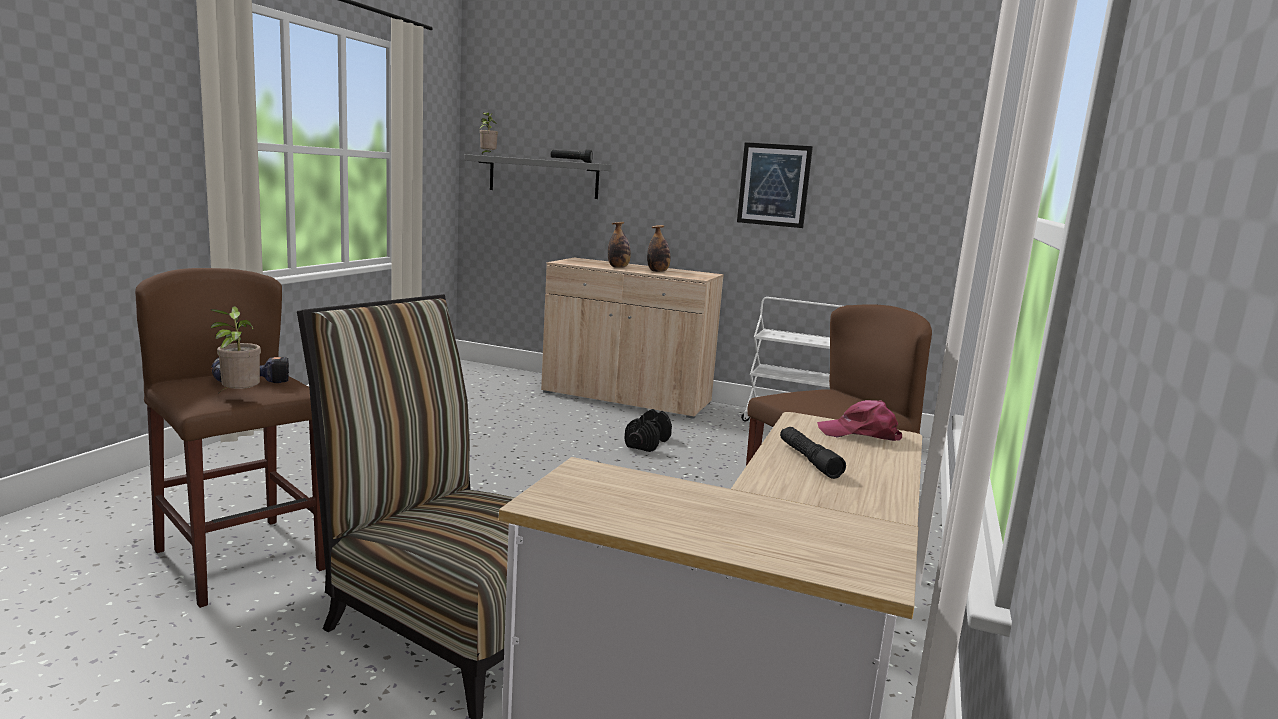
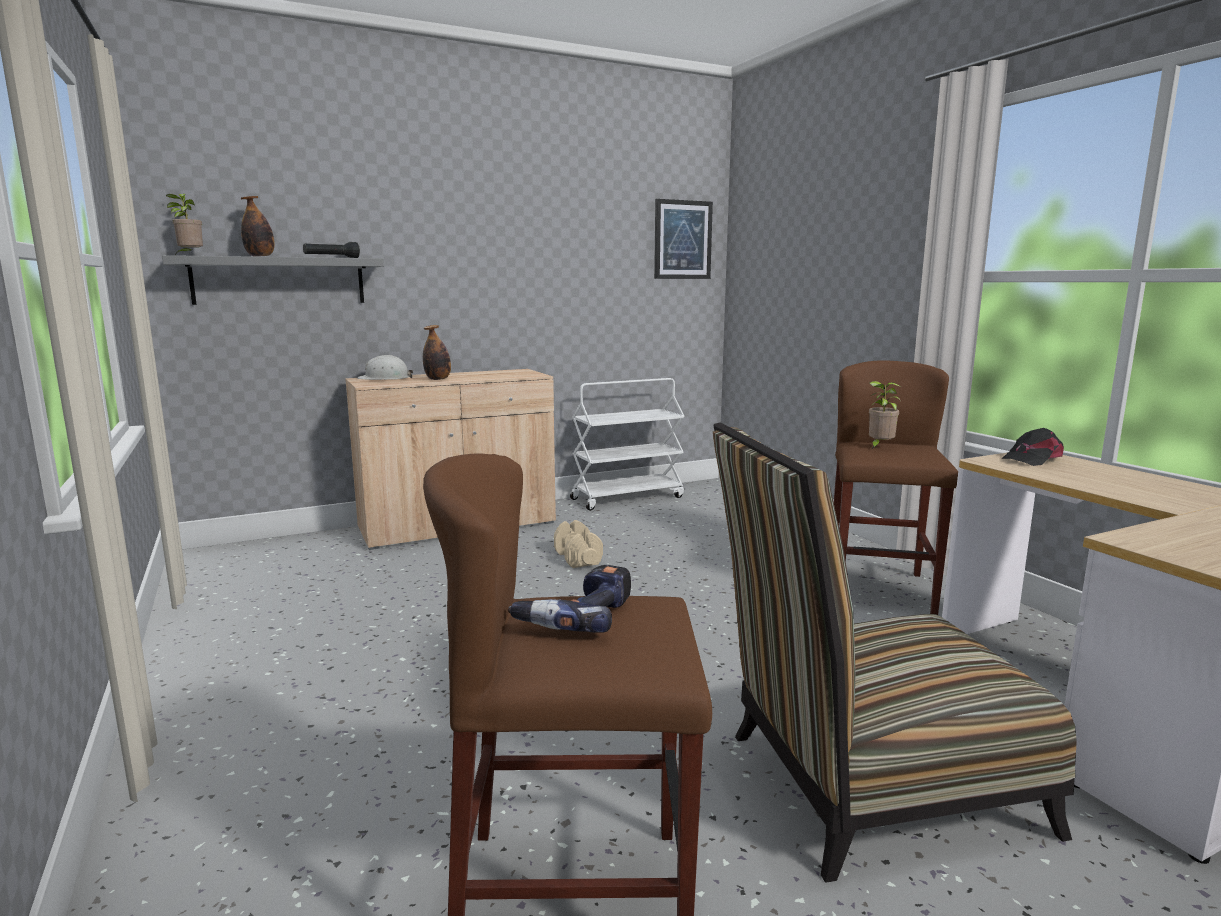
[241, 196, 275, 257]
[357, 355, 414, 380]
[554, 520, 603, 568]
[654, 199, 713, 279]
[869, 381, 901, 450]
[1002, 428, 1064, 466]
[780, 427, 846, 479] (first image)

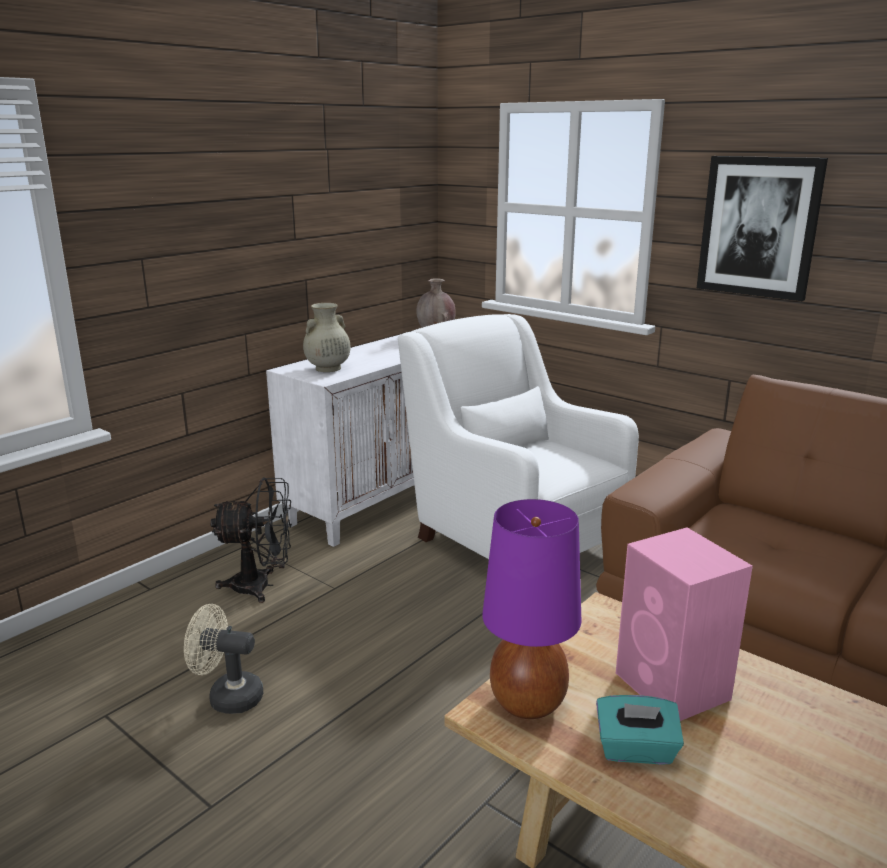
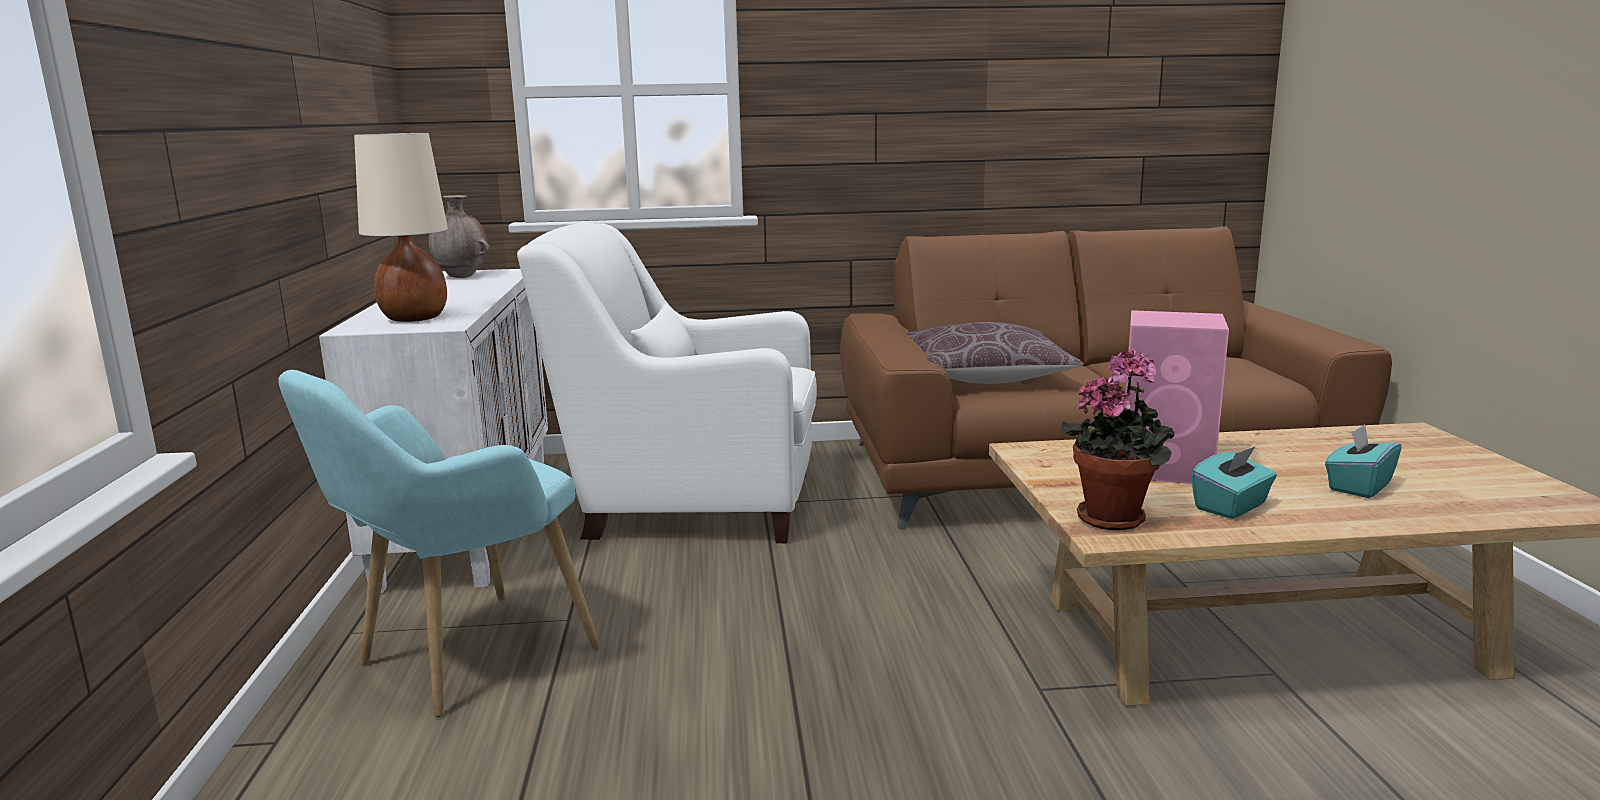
[279, 370, 600, 717]
[354, 133, 448, 322]
[906, 322, 1084, 384]
[1060, 348, 1174, 530]
[1325, 424, 1402, 498]
[184, 604, 263, 714] (first image)
[697, 156, 828, 301] (first image)

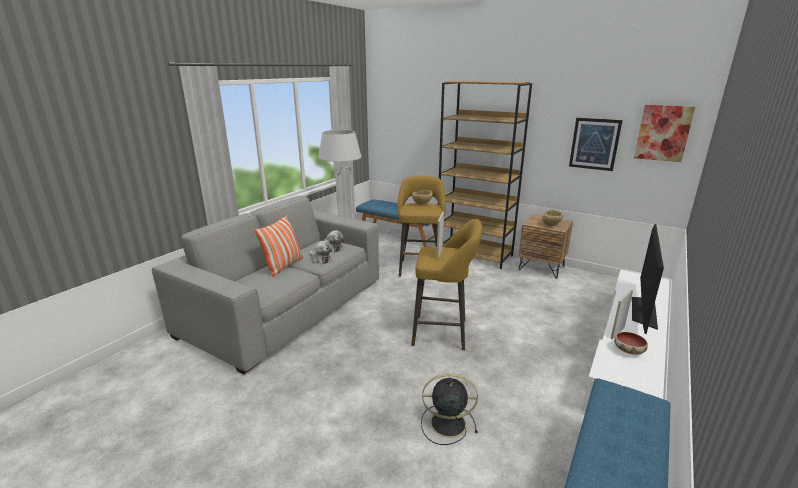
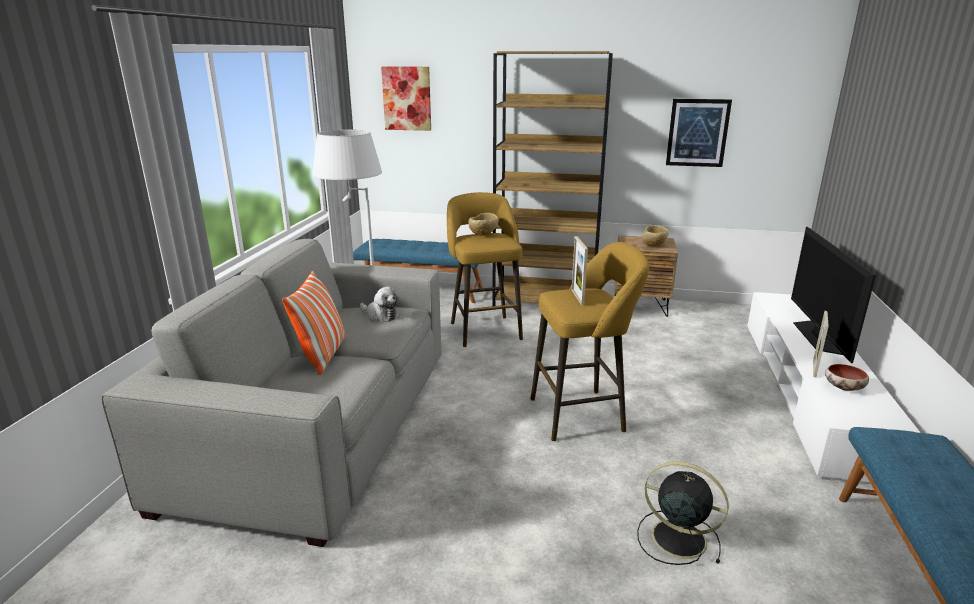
[381, 66, 431, 131]
[637, 462, 729, 565]
[310, 241, 332, 264] (first image)

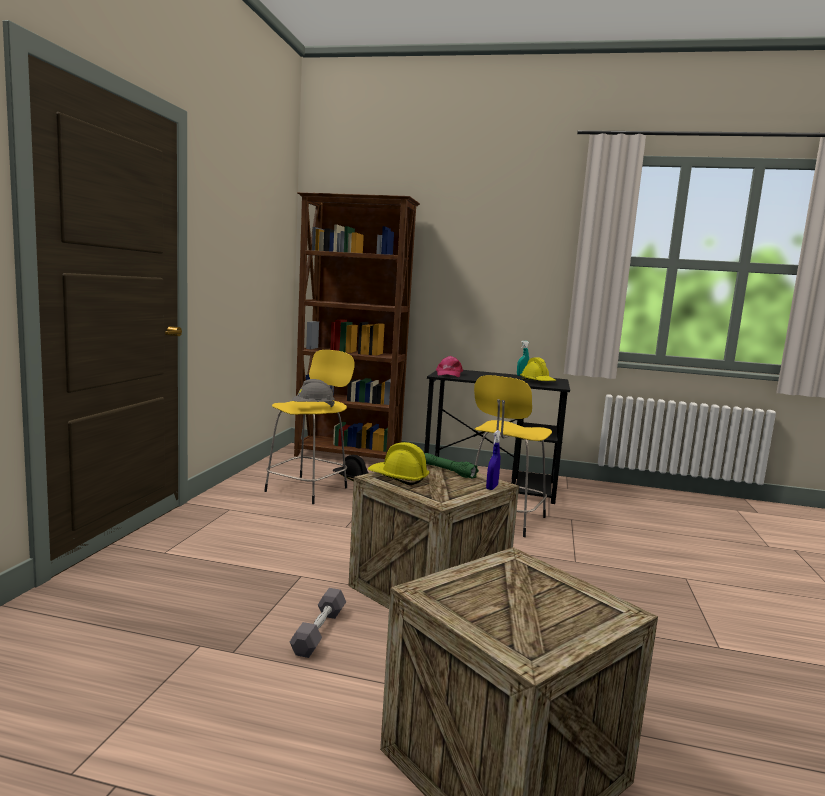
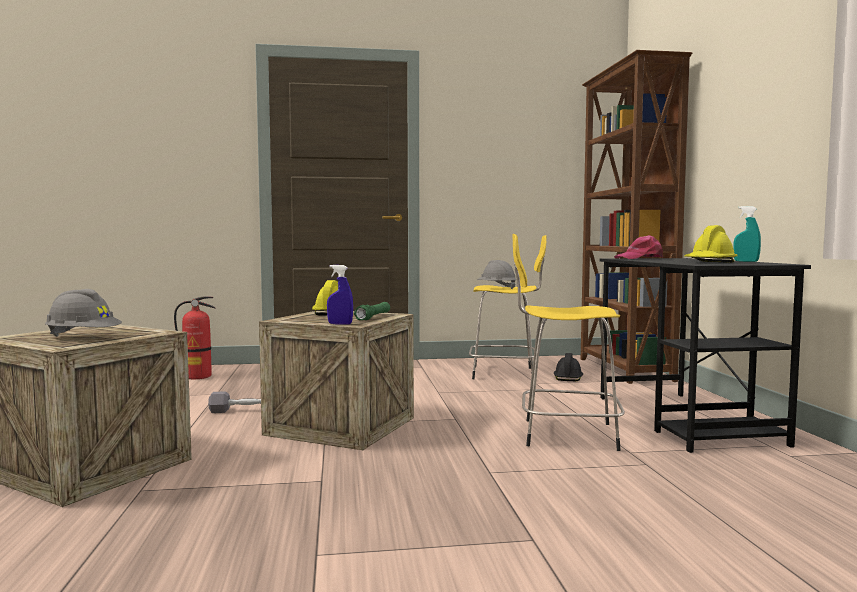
[45, 289, 122, 337]
[174, 296, 216, 379]

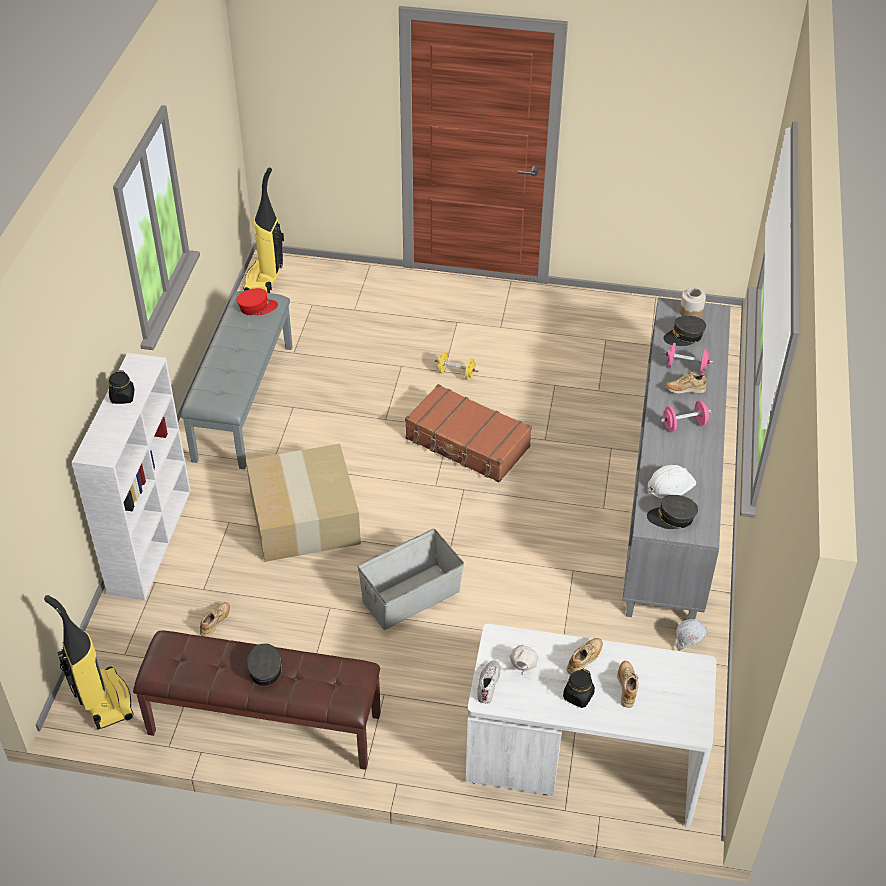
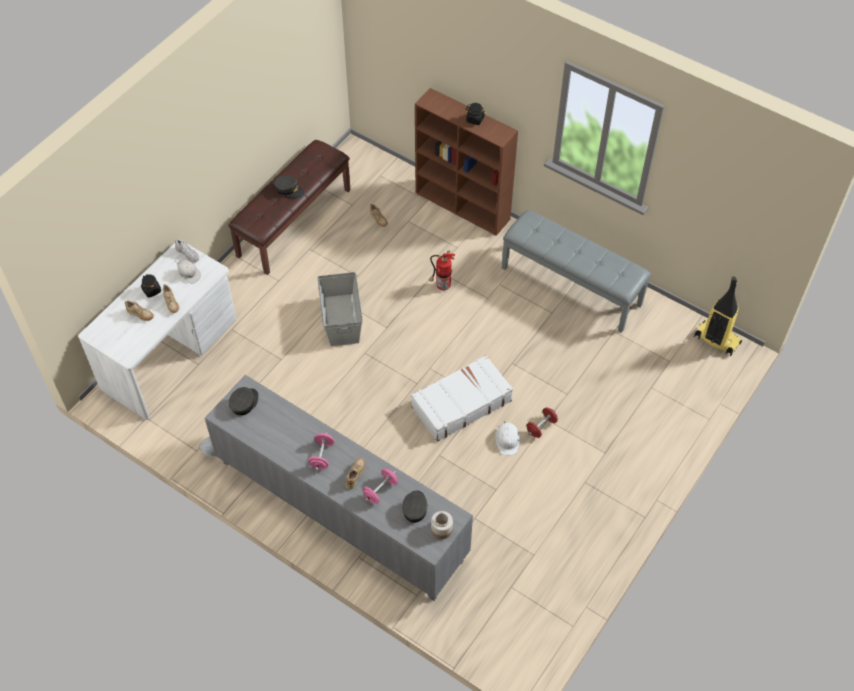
[411, 355, 513, 442]
[415, 88, 518, 236]
[429, 250, 455, 290]
[495, 421, 520, 455]
[527, 407, 558, 438]
[44, 595, 134, 730] (first image)
[237, 288, 278, 315] (first image)

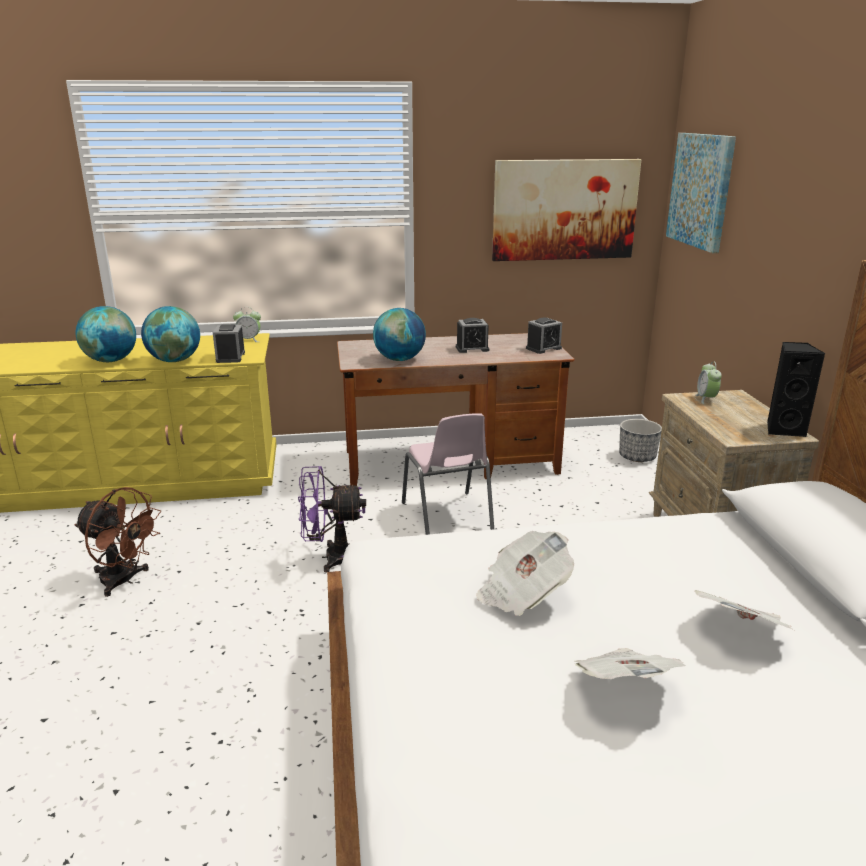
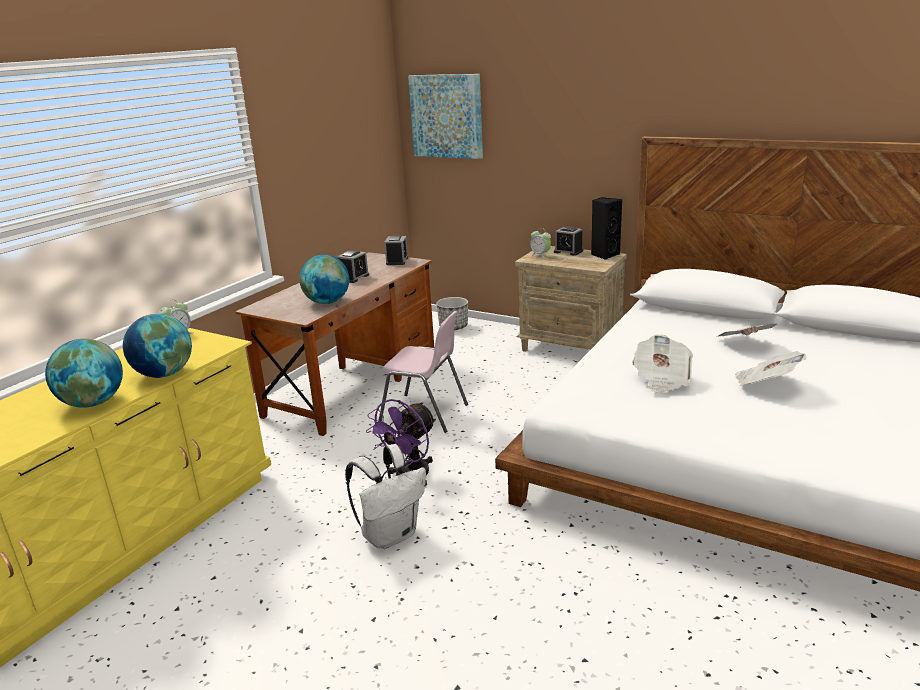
[345, 444, 426, 549]
[554, 226, 583, 256]
[74, 487, 161, 597] (first image)
[492, 159, 642, 261] (first image)

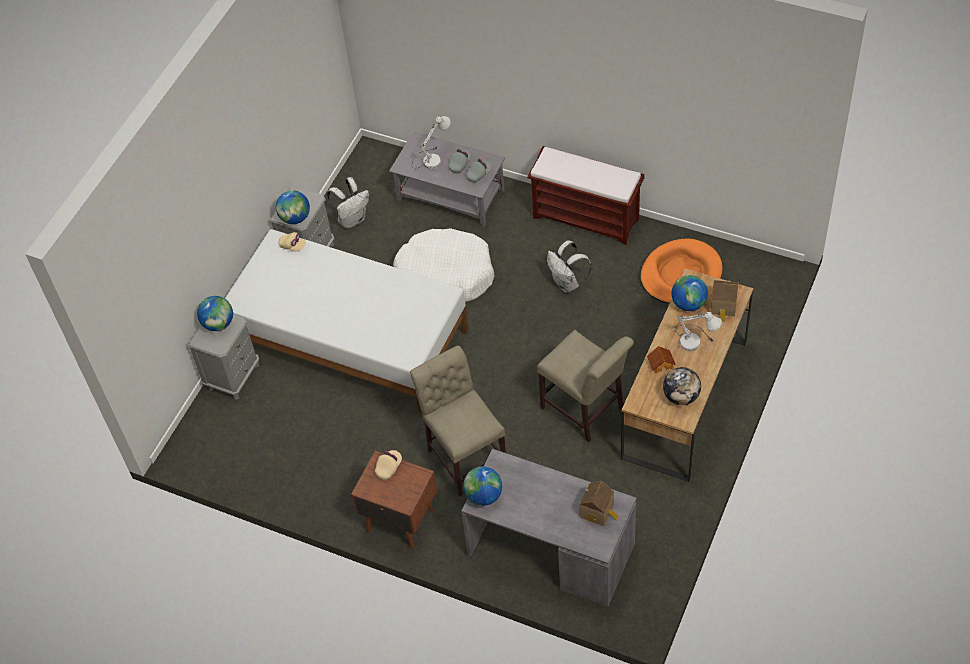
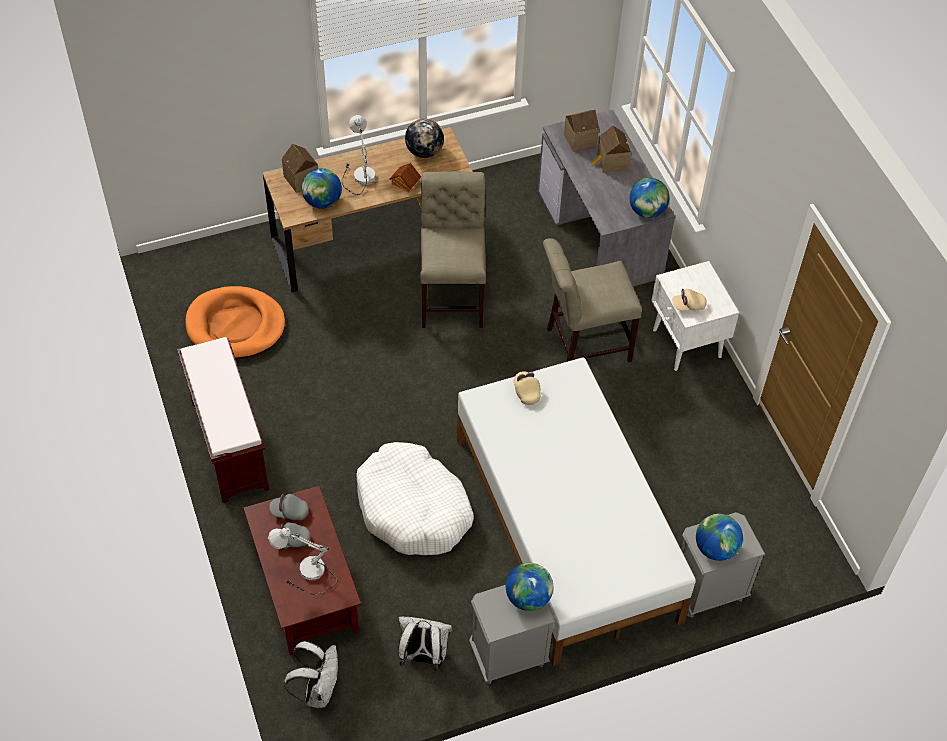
[243, 486, 361, 655]
[284, 641, 338, 708]
[514, 371, 541, 405]
[543, 238, 642, 362]
[591, 125, 631, 173]
[651, 261, 739, 371]

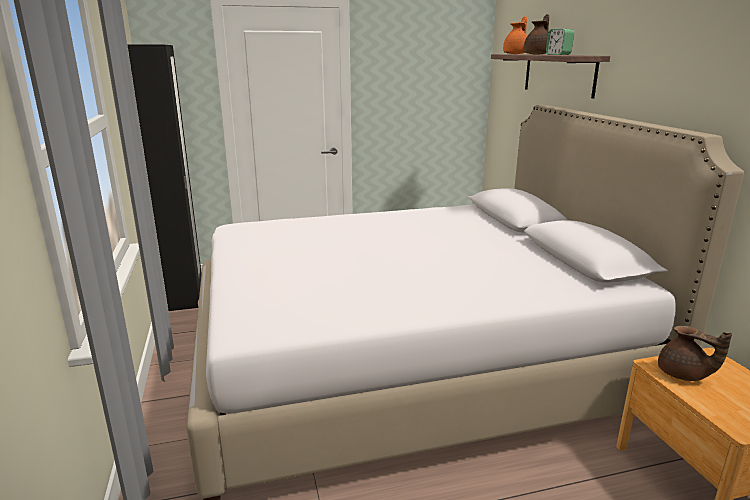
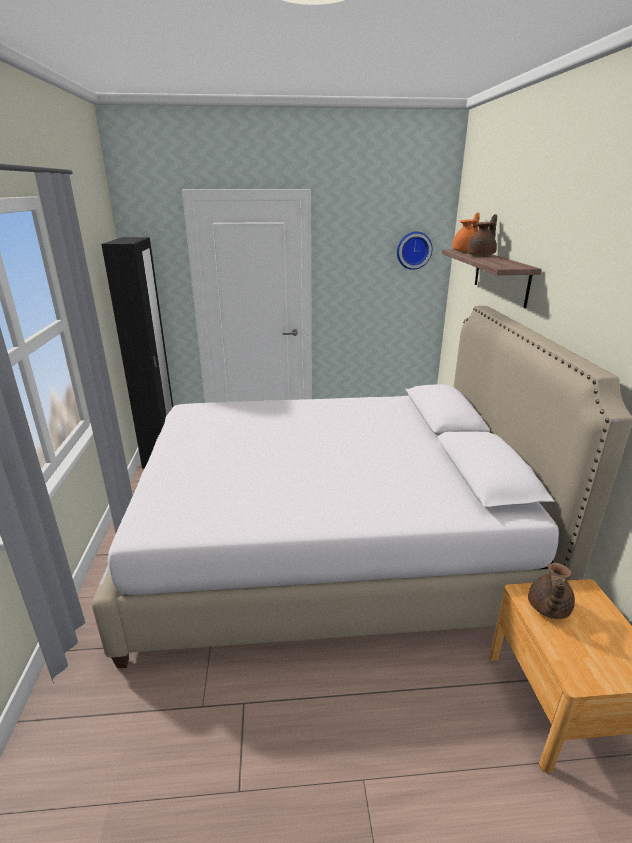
[397, 232, 432, 270]
[528, 563, 575, 619]
[546, 29, 574, 55] (first image)

